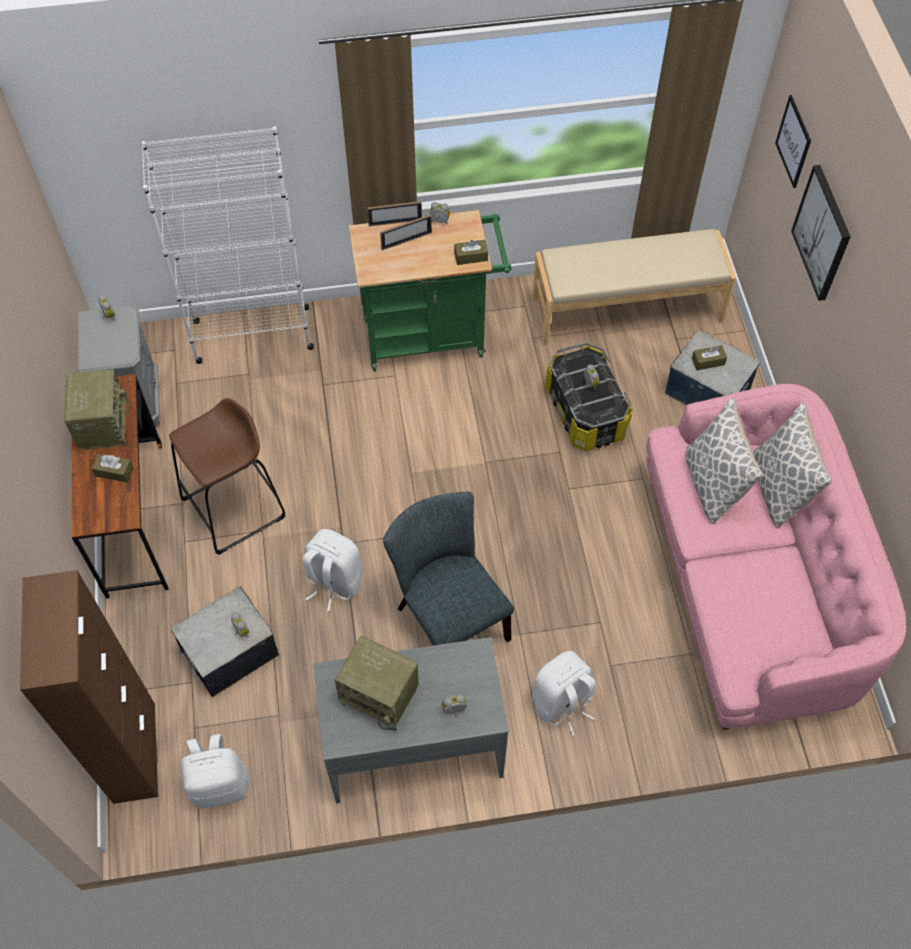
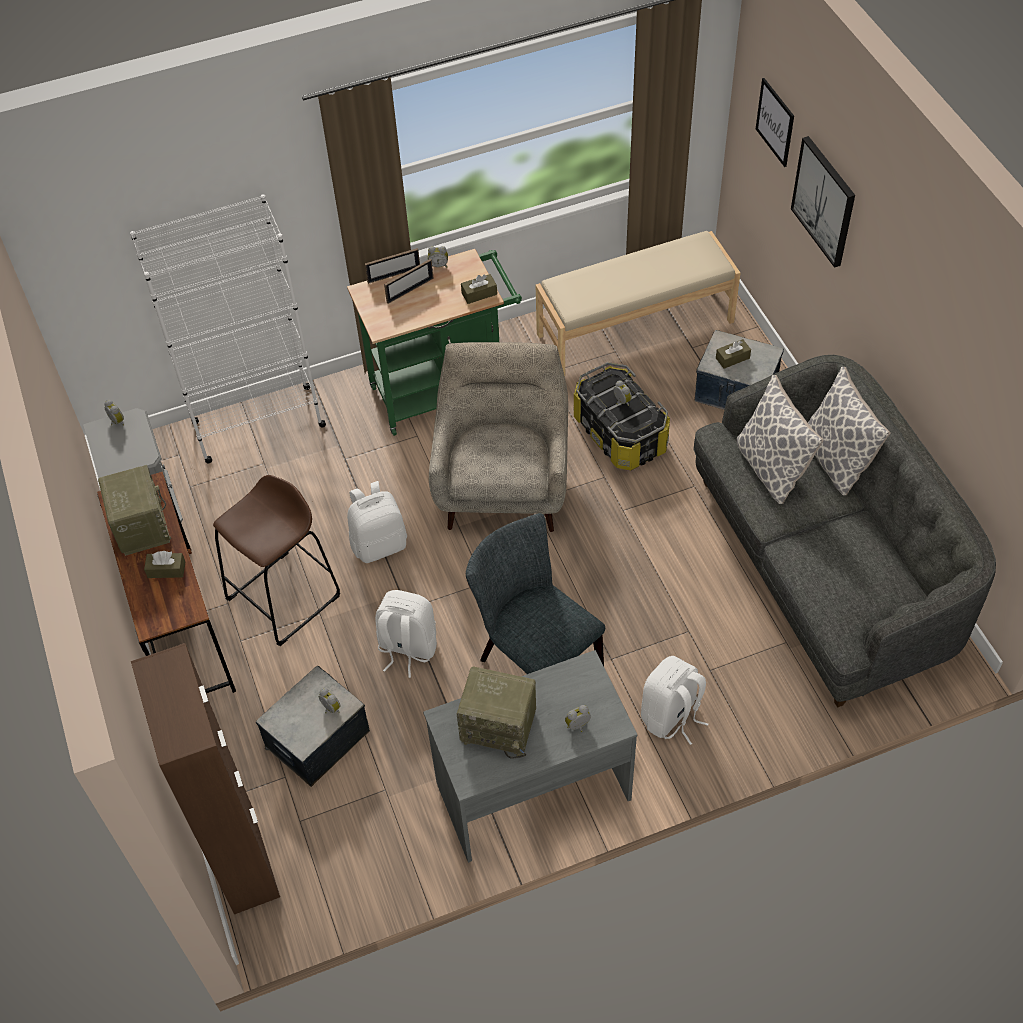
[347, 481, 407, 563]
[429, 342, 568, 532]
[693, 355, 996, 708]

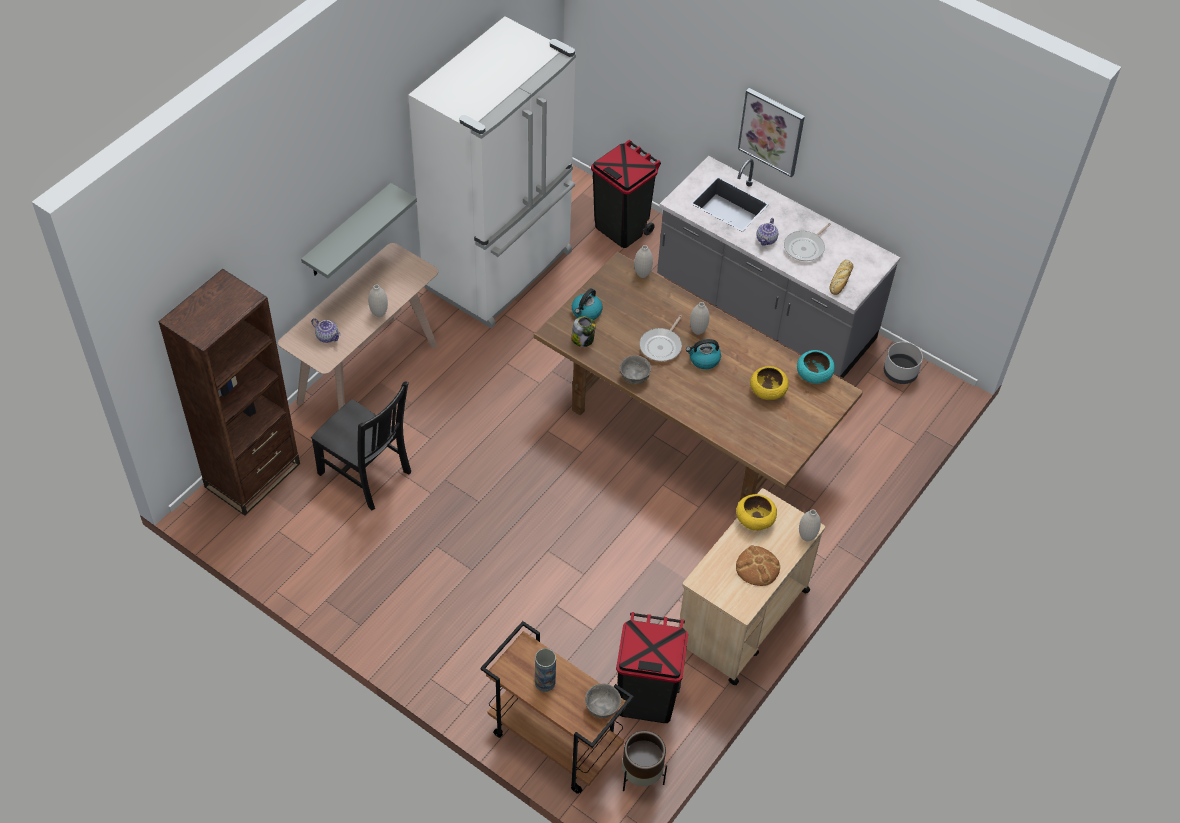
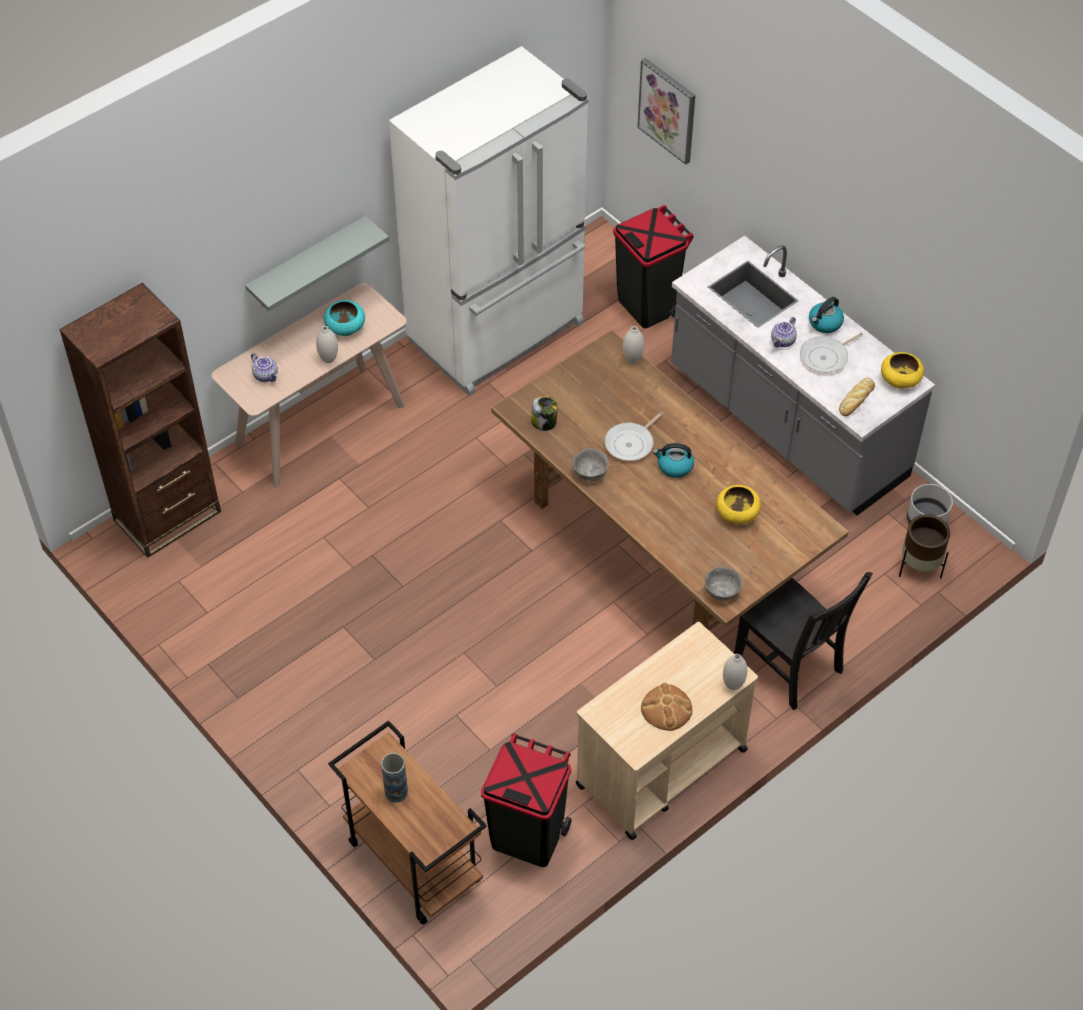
[324, 300, 365, 336]
[638, 58, 695, 165]
[705, 567, 743, 601]
[734, 572, 873, 710]
[809, 297, 844, 333]
[881, 352, 924, 389]
[899, 514, 950, 579]
[690, 302, 710, 335] (first image)

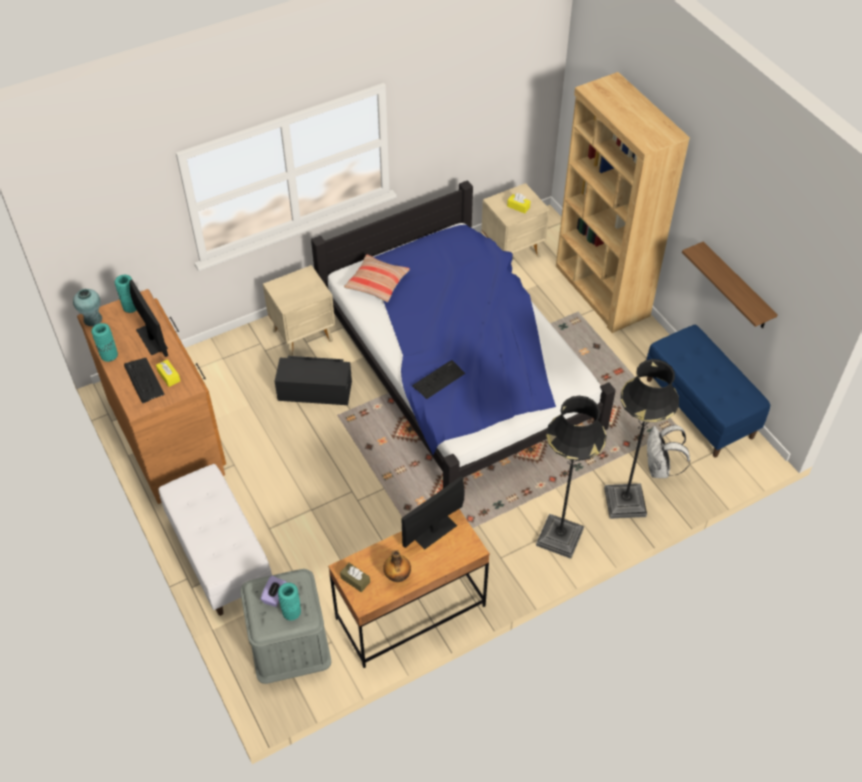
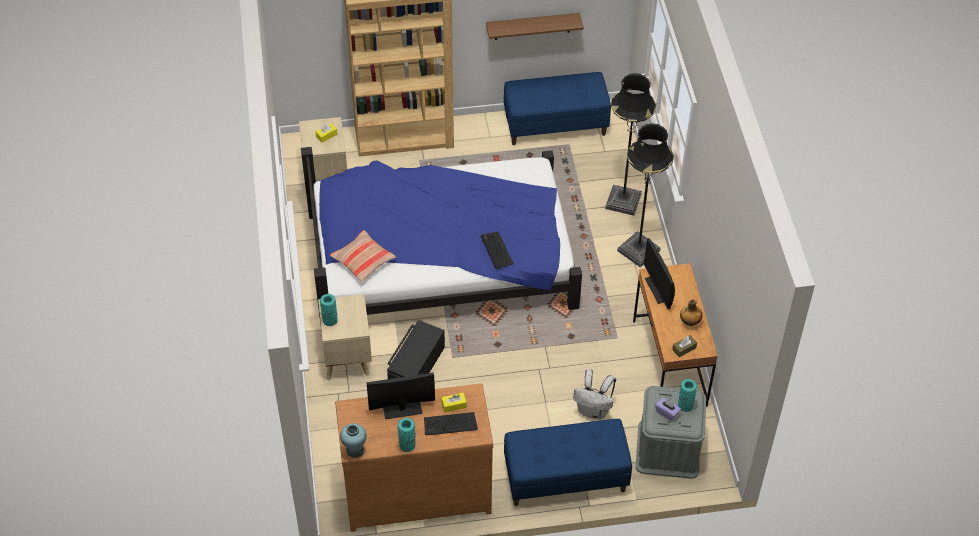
[320, 294, 338, 326]
[504, 419, 632, 506]
[573, 369, 616, 420]

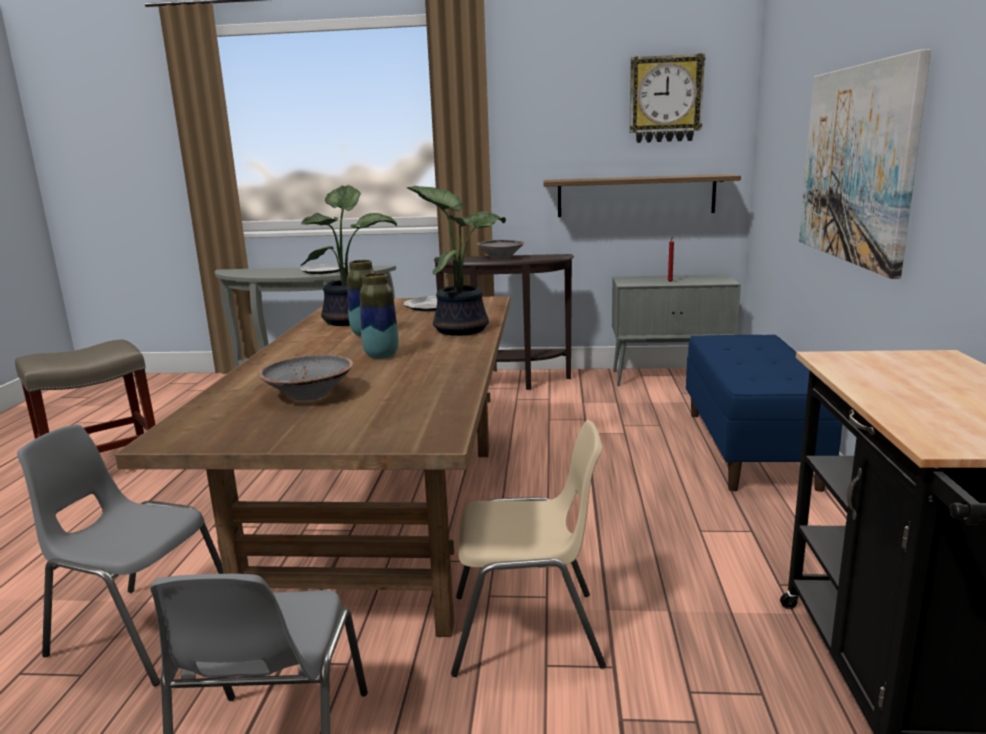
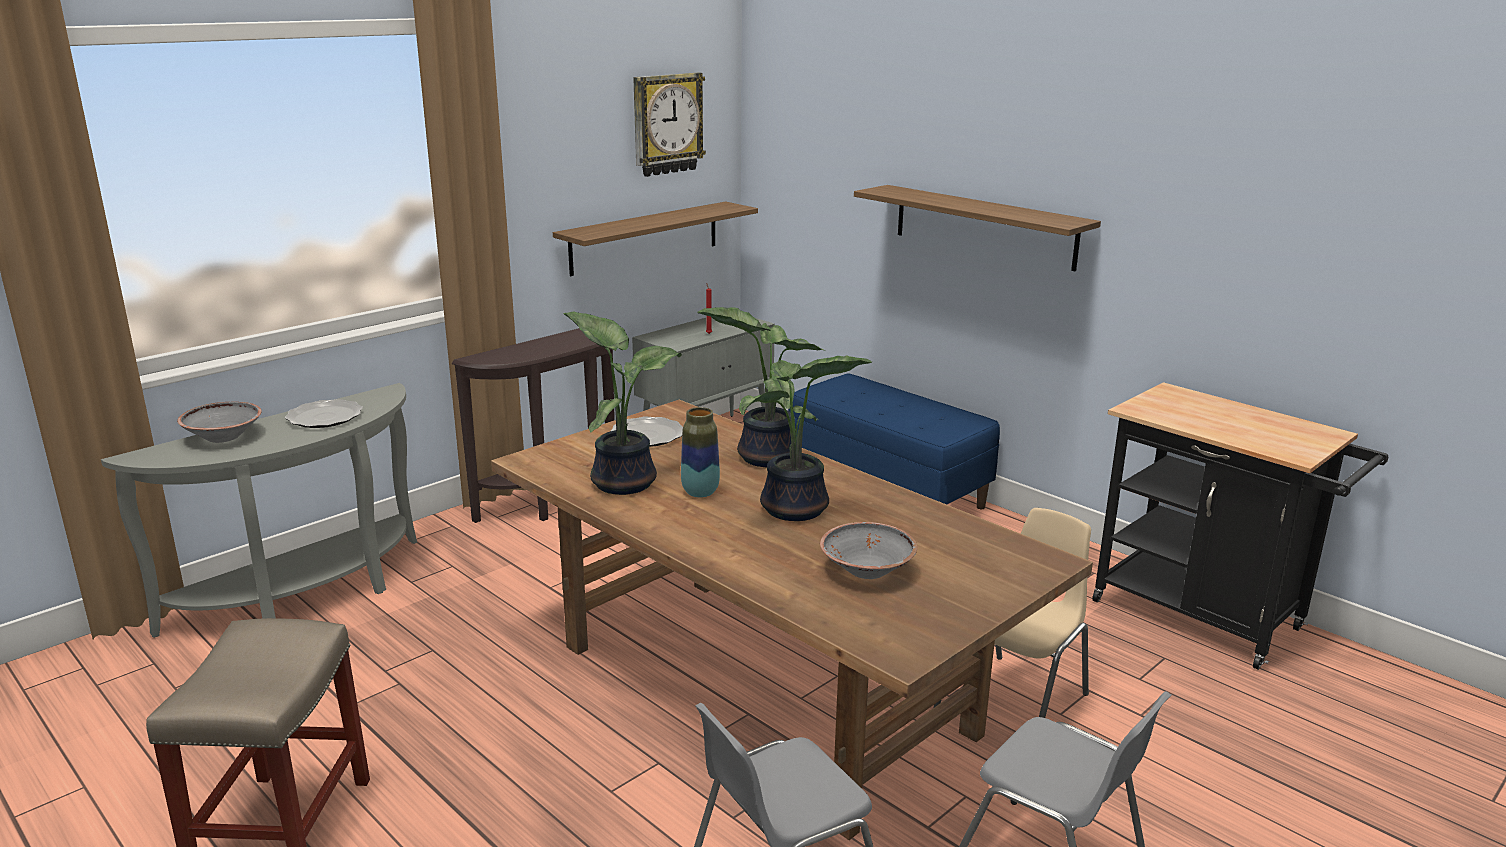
[177, 402, 262, 443]
[739, 355, 872, 521]
[854, 185, 1101, 271]

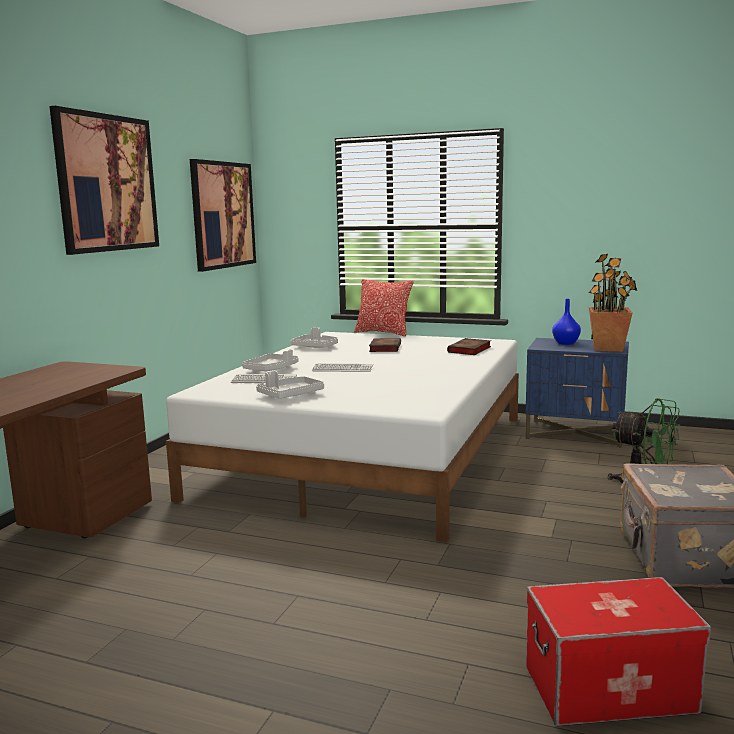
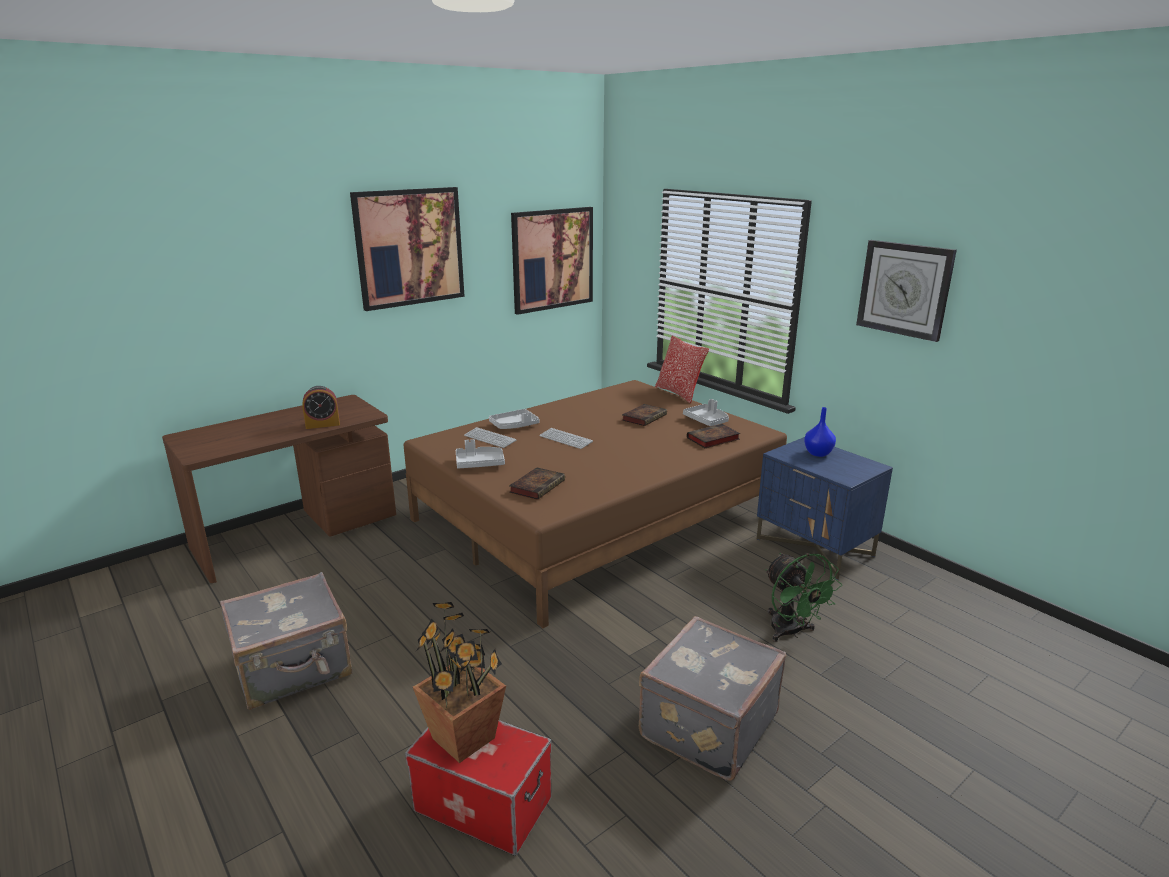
[220, 572, 352, 710]
[303, 386, 340, 429]
[403, 380, 787, 628]
[413, 602, 506, 763]
[509, 467, 565, 500]
[683, 399, 729, 426]
[856, 240, 957, 342]

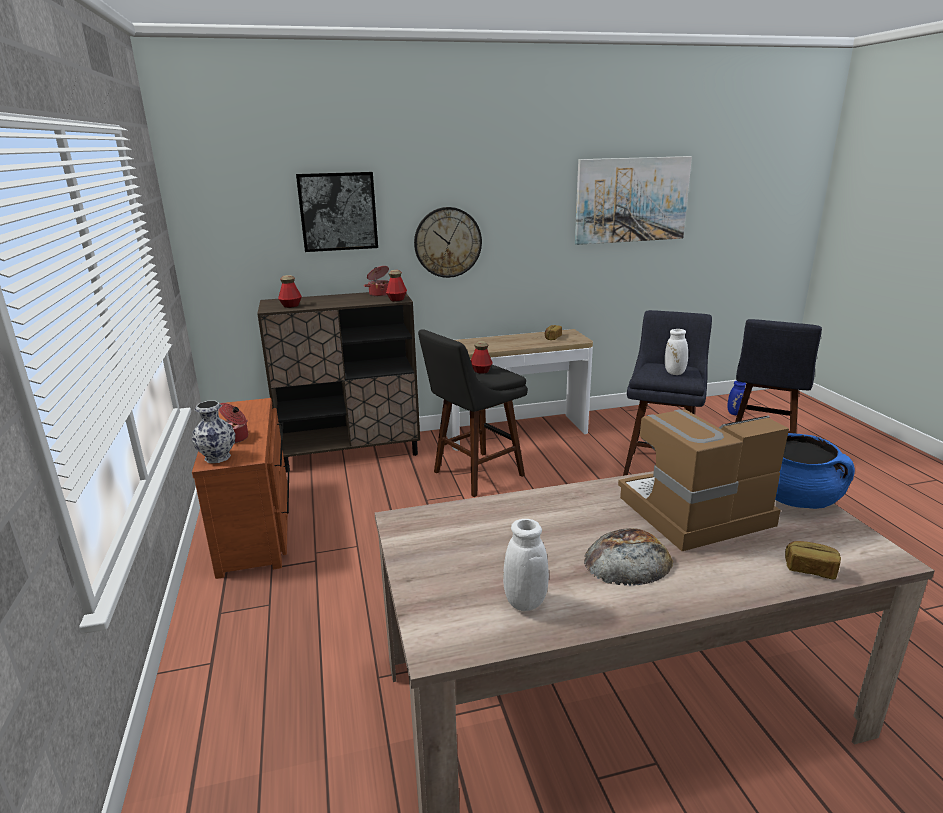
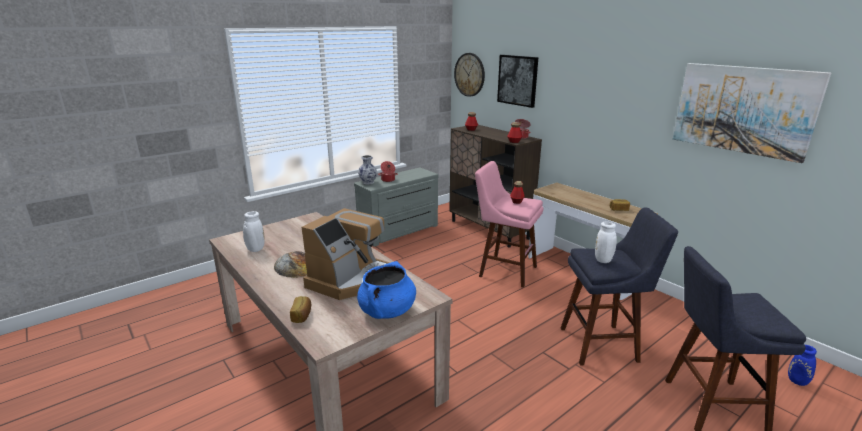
[302, 208, 390, 300]
[354, 168, 439, 247]
[454, 53, 485, 97]
[475, 161, 543, 288]

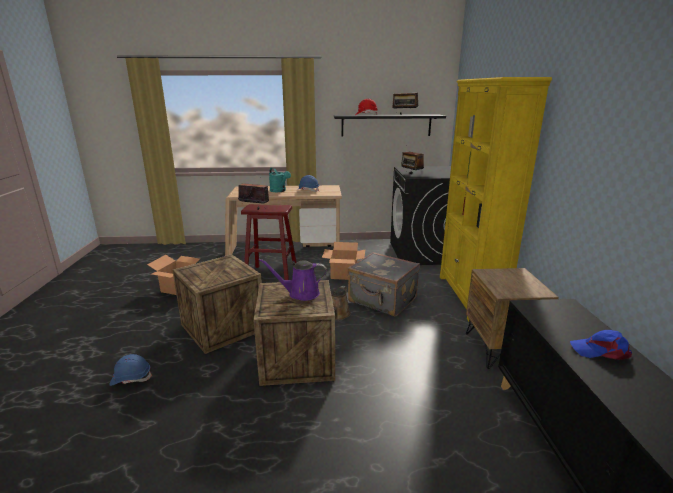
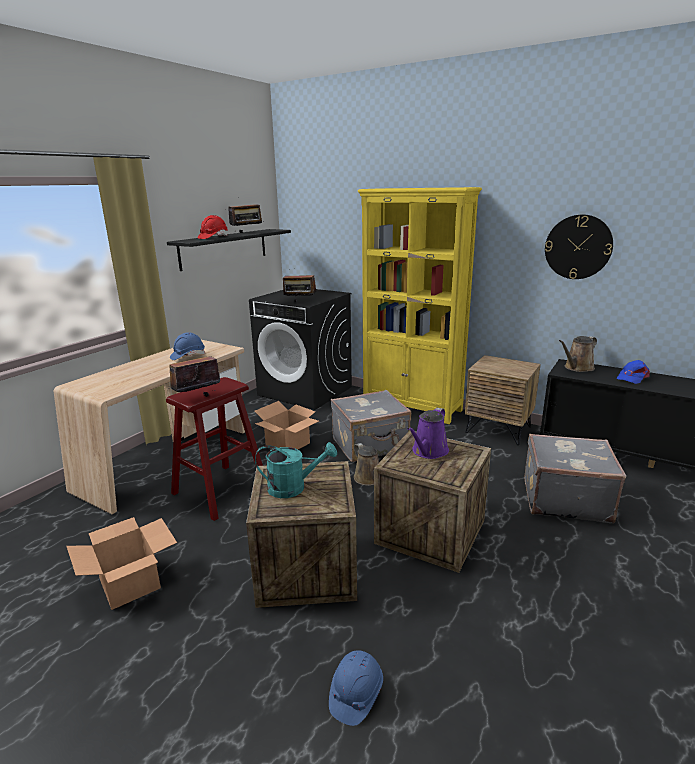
[255, 442, 337, 498]
[525, 434, 626, 523]
[545, 214, 613, 279]
[559, 336, 597, 372]

